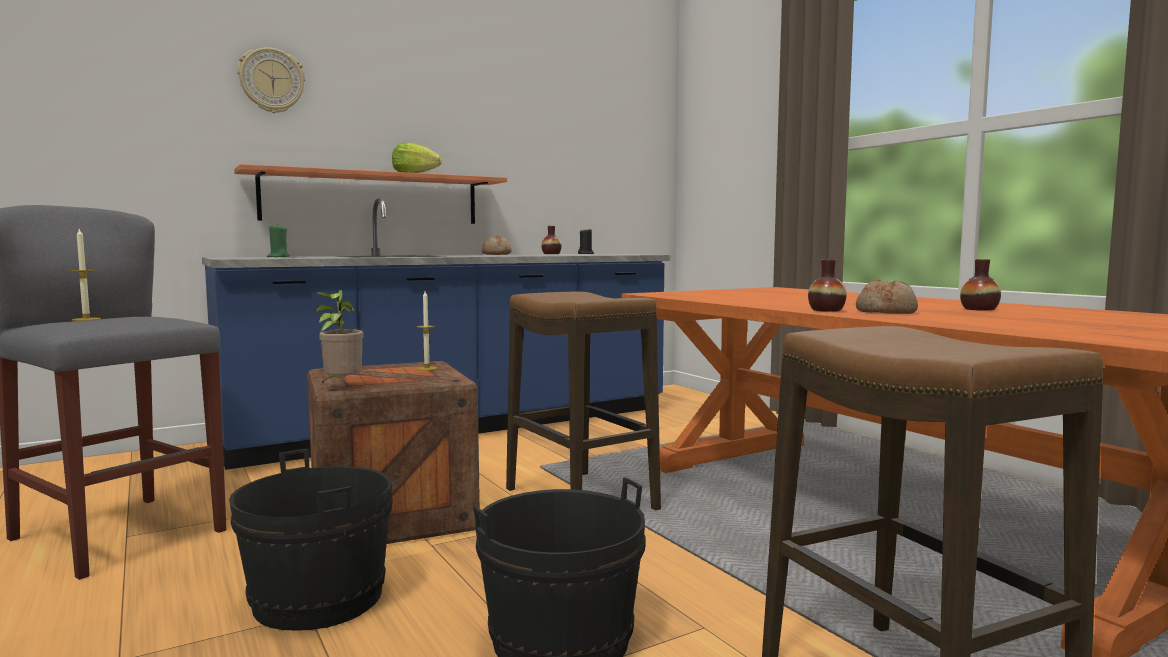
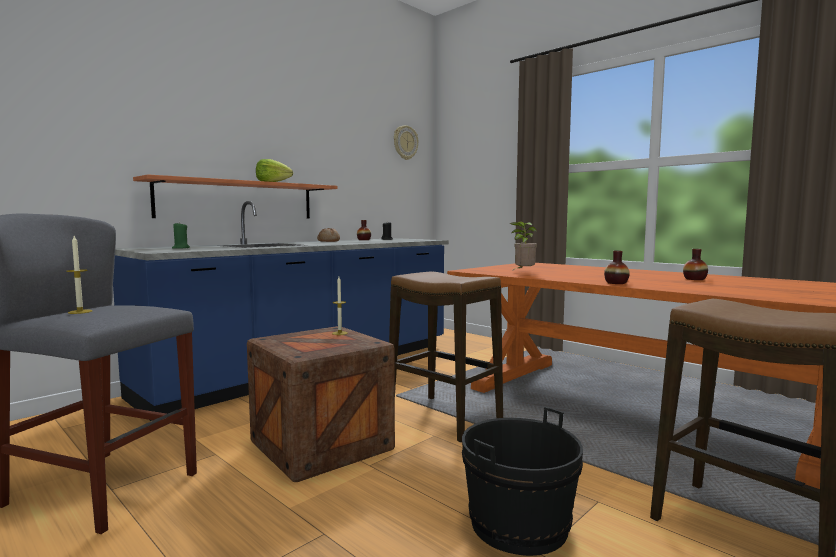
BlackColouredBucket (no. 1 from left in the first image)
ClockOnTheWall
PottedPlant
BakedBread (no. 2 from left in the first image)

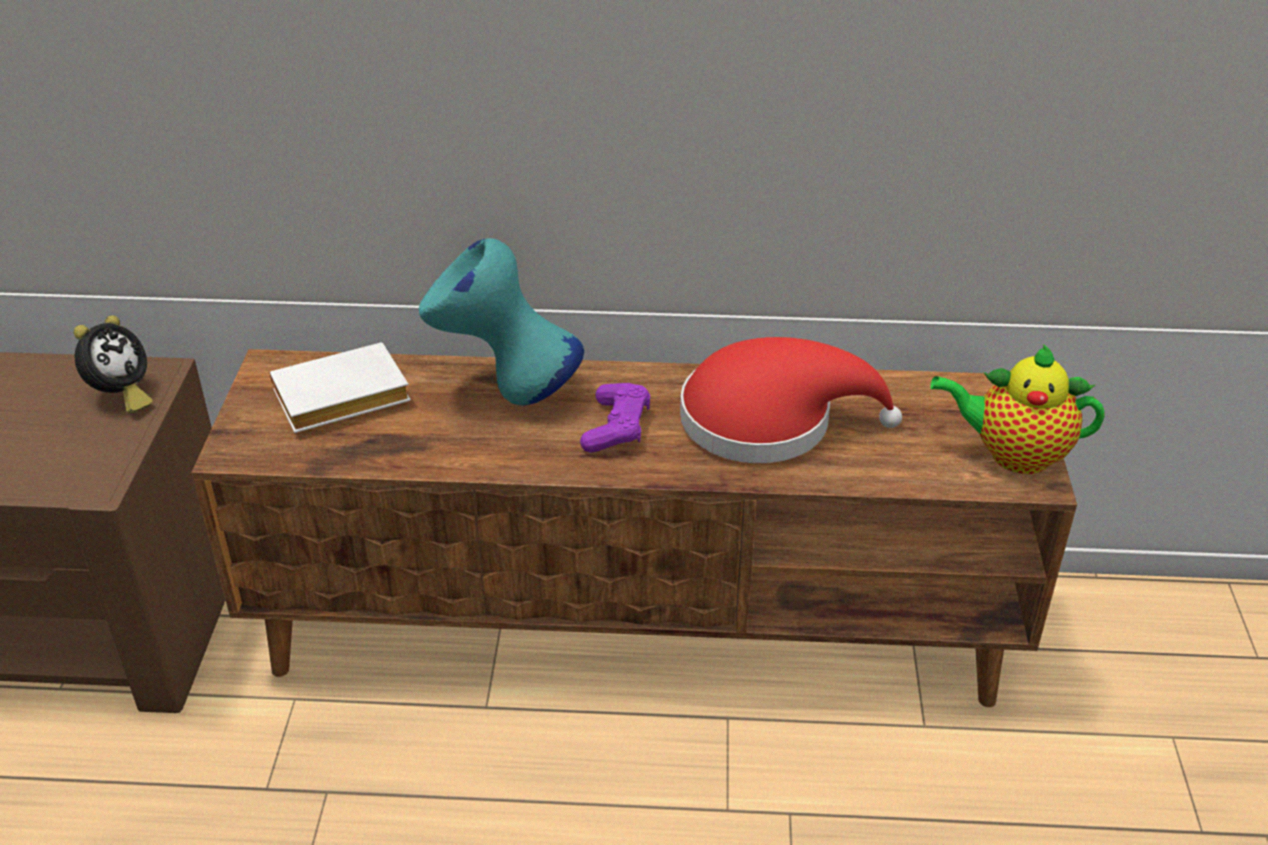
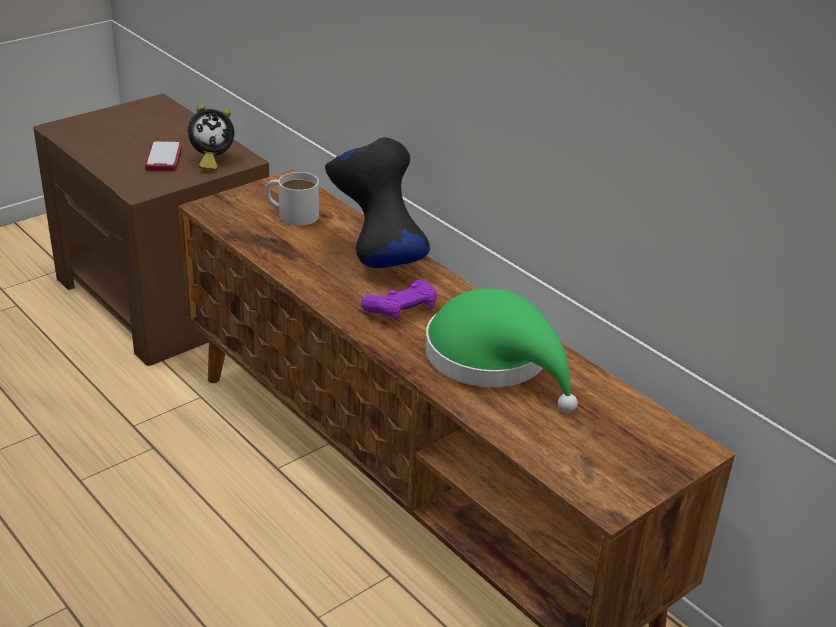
WhiteColouredMug
BlackColouredFlowerVase
GreenColouredClothingHat
TeaPot
Handset

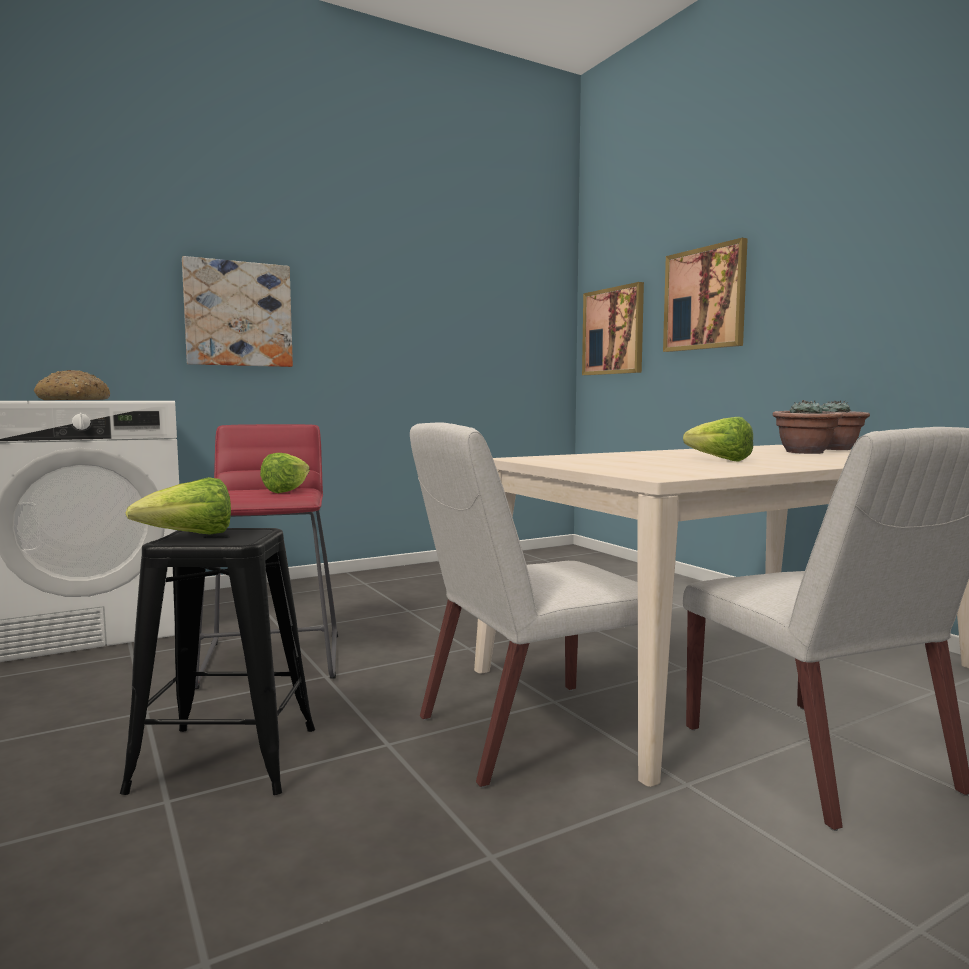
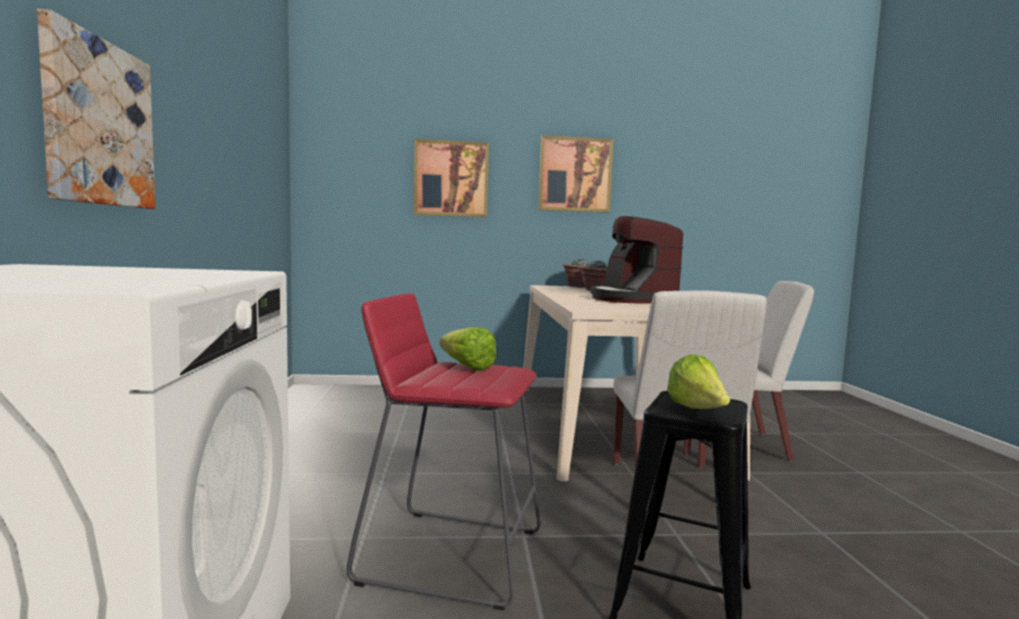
BakedBread
WallArt (no. 3 from left)
CoffeeBrewer

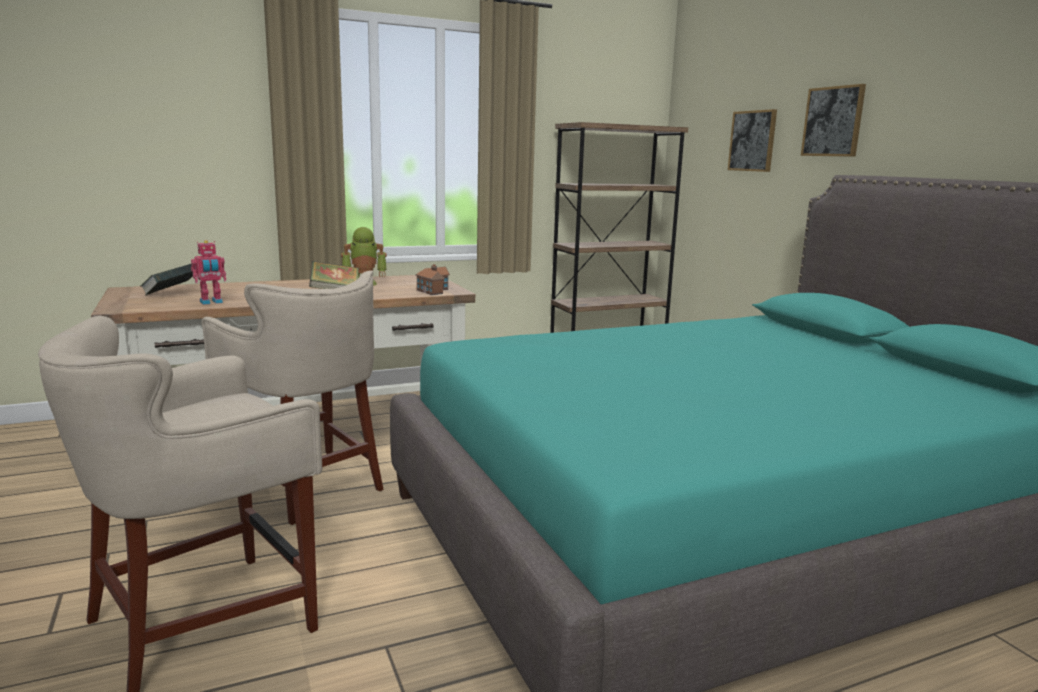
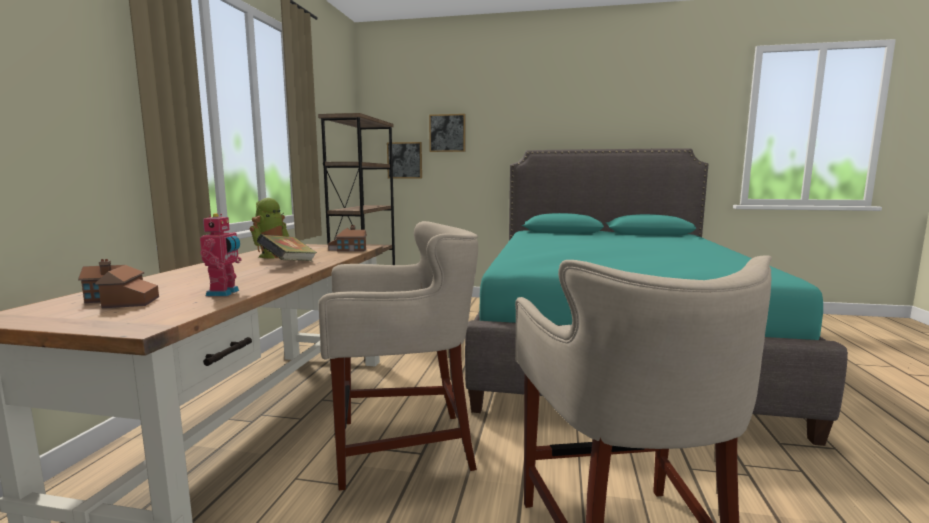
ToyHouse (no. 1 from left)
WallArt (no. 1 from left)

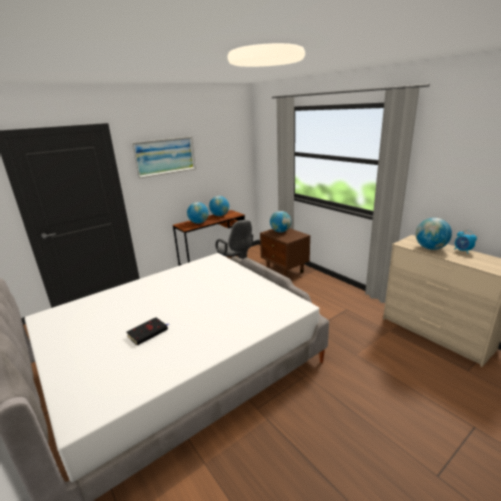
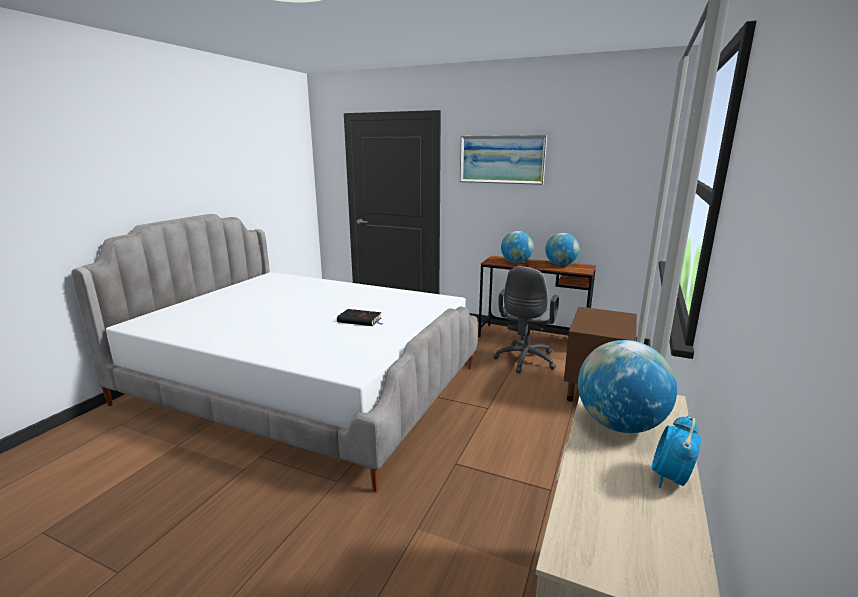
BlackColouredBook
DeskGlobe (no. 3 from left in the first image)

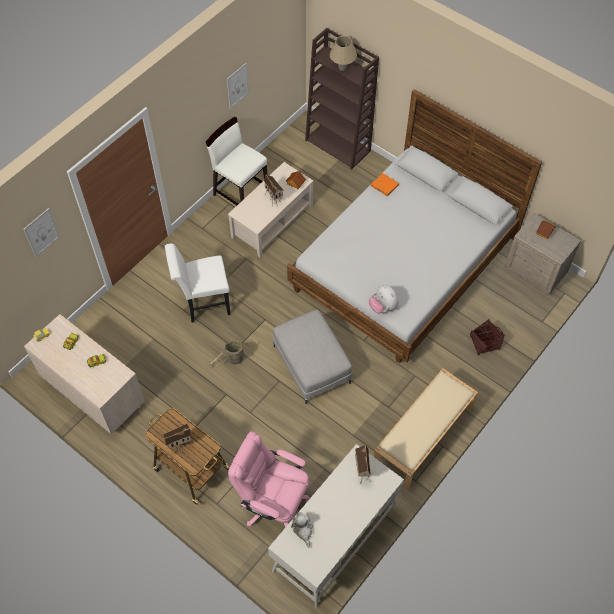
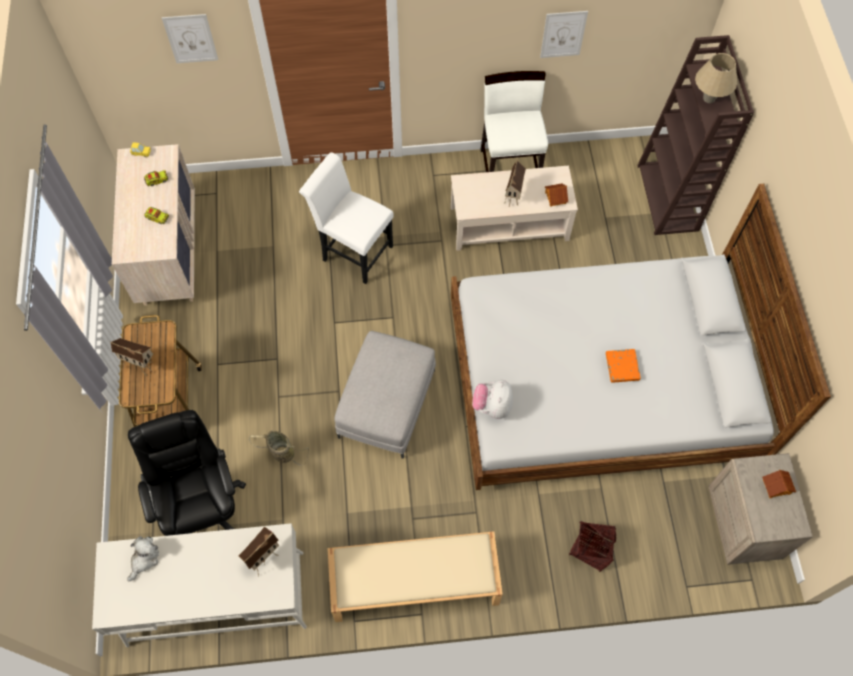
StorageBasket (no. 1 from left)
BlackColouredDeskChair
OrangeyBook

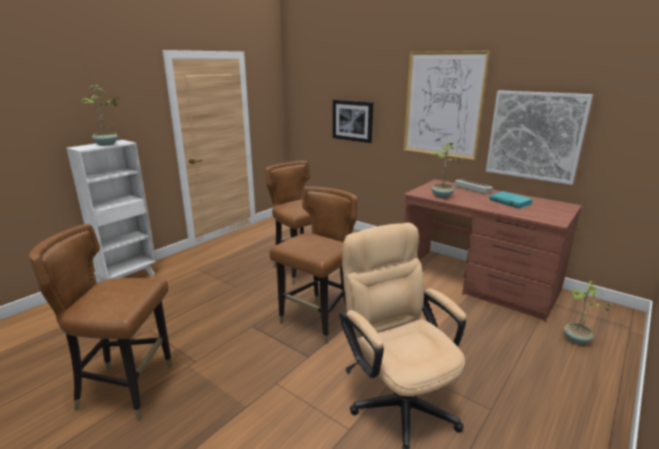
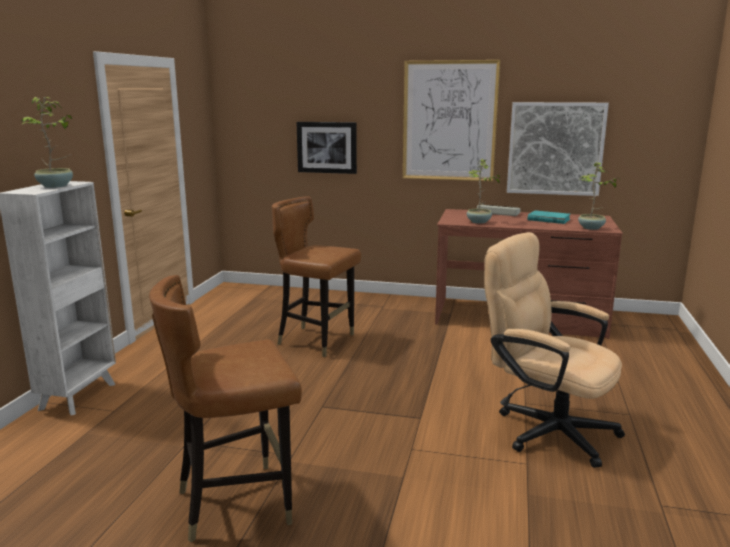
BrownChair (no. 3 from left in the first image)
PottedPlant (no. 3 from left)

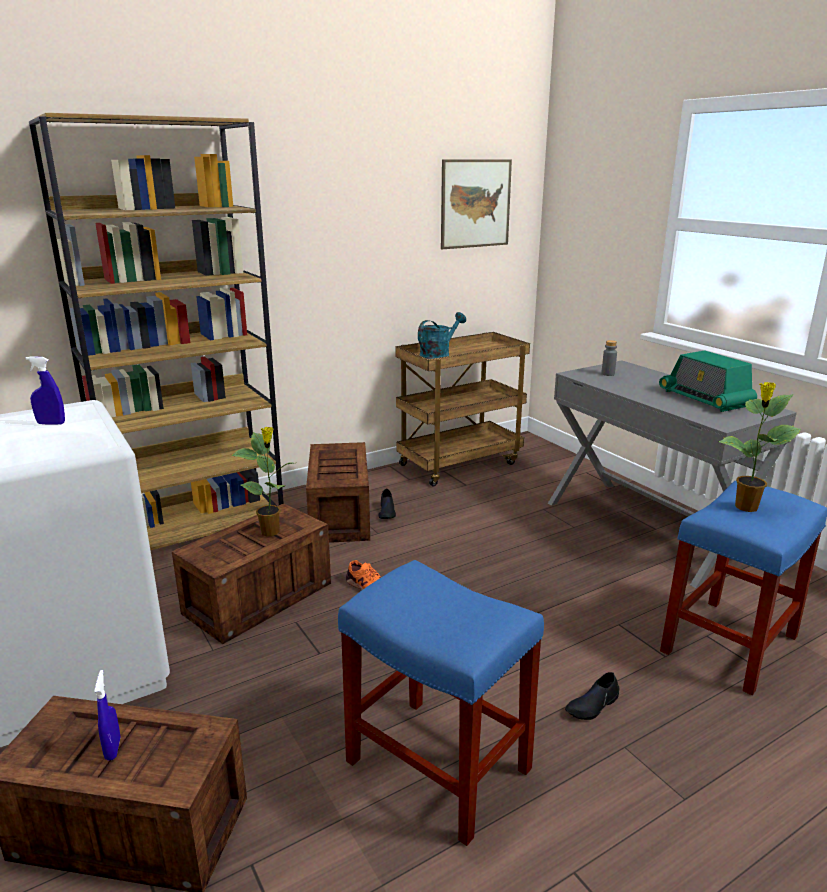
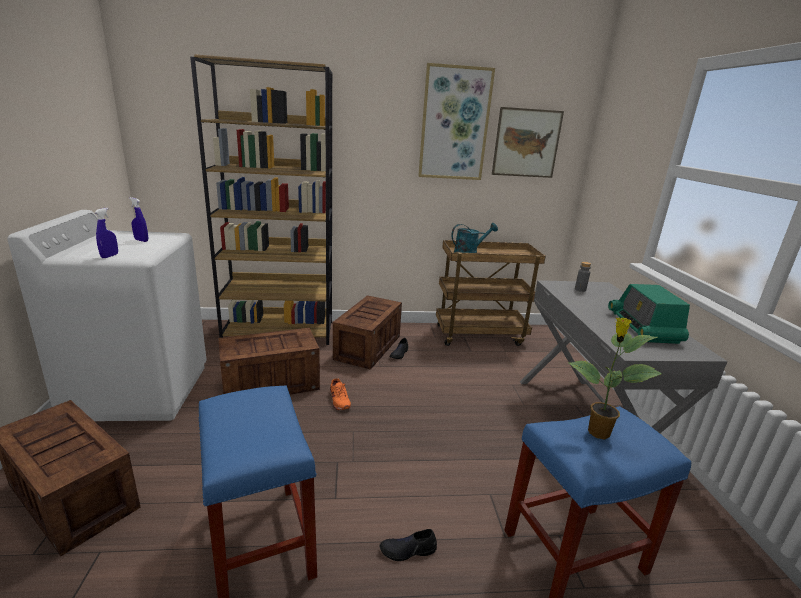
BlueColouredHandSprayer (no. 1 from left)
PottedPlant (no. 1 from left in the first image)
WallArt (no. 1 from left)

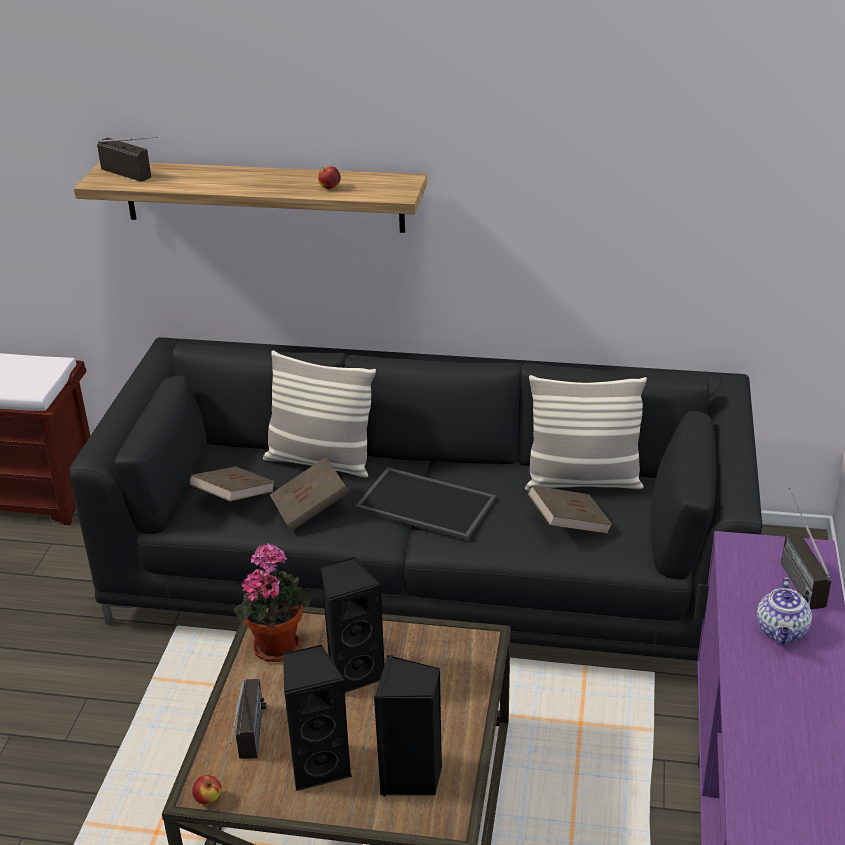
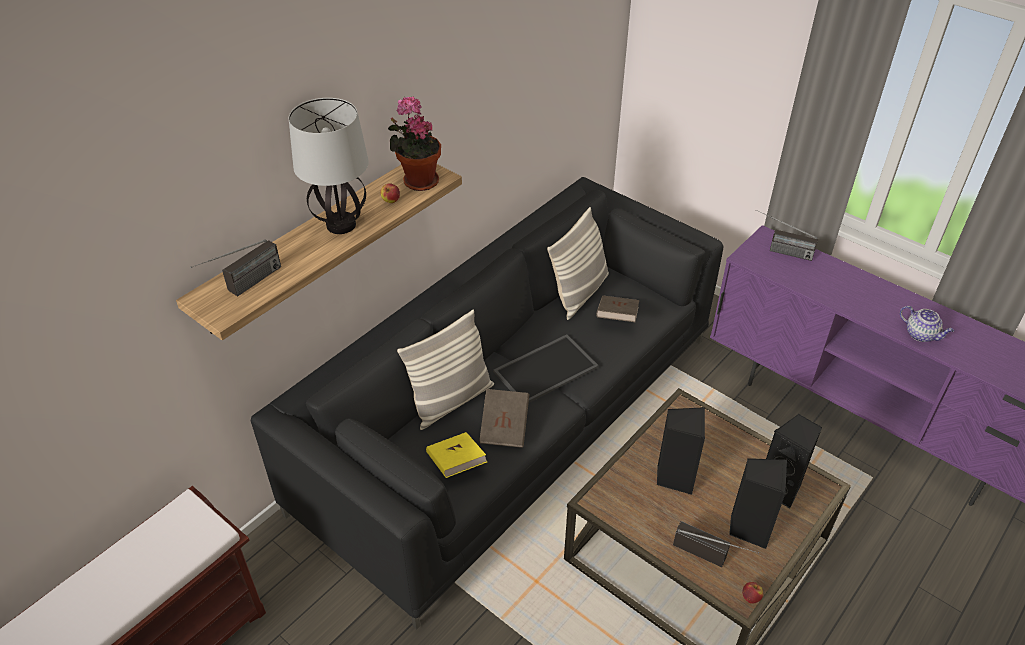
RadioSet (no. 1 from left)
YellowBook
PottedPlant
TeaPot
LampForATable

